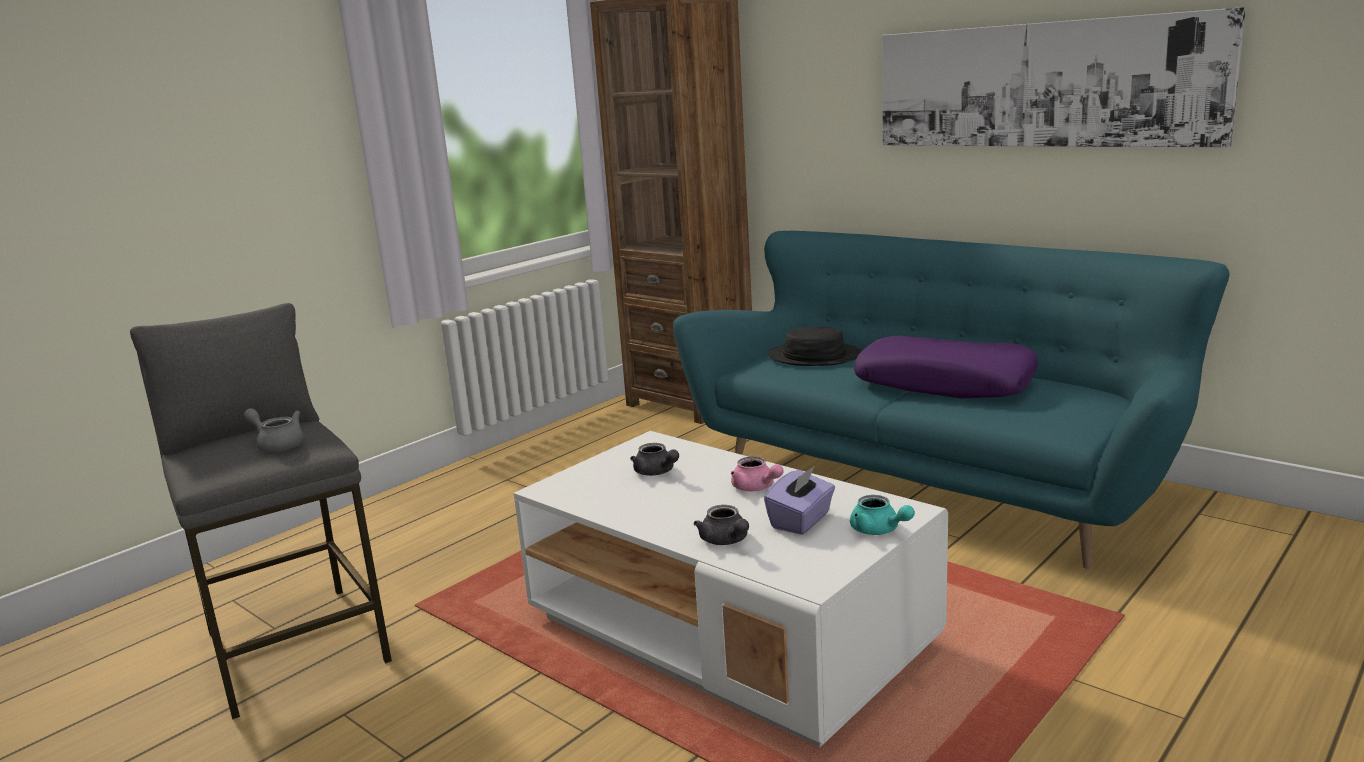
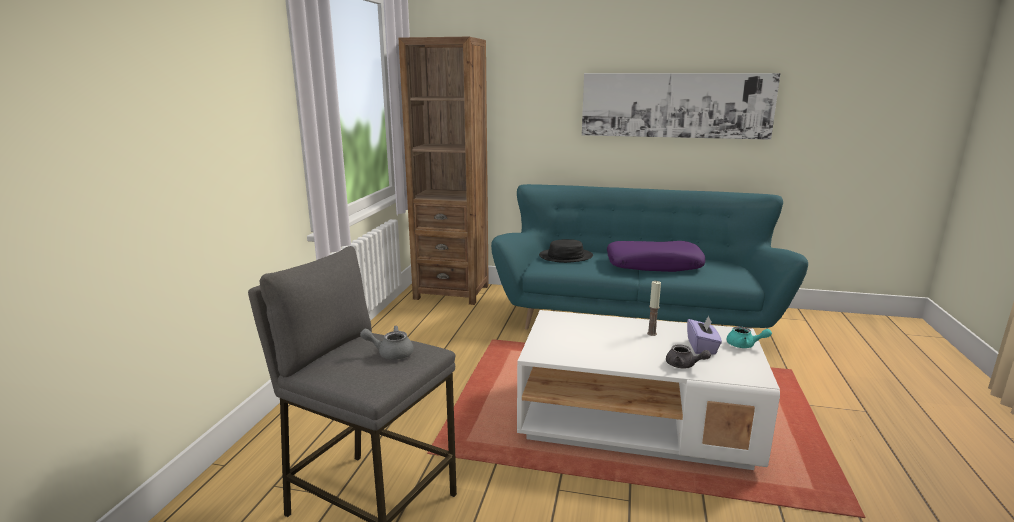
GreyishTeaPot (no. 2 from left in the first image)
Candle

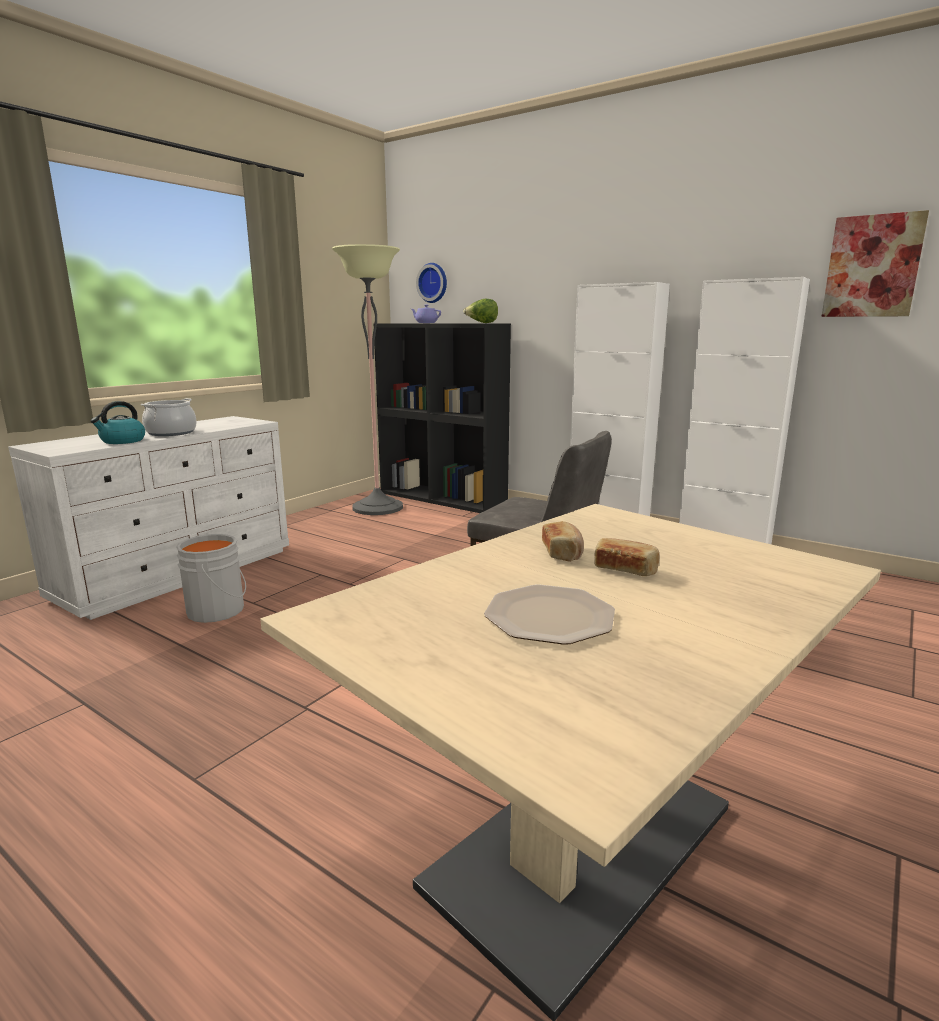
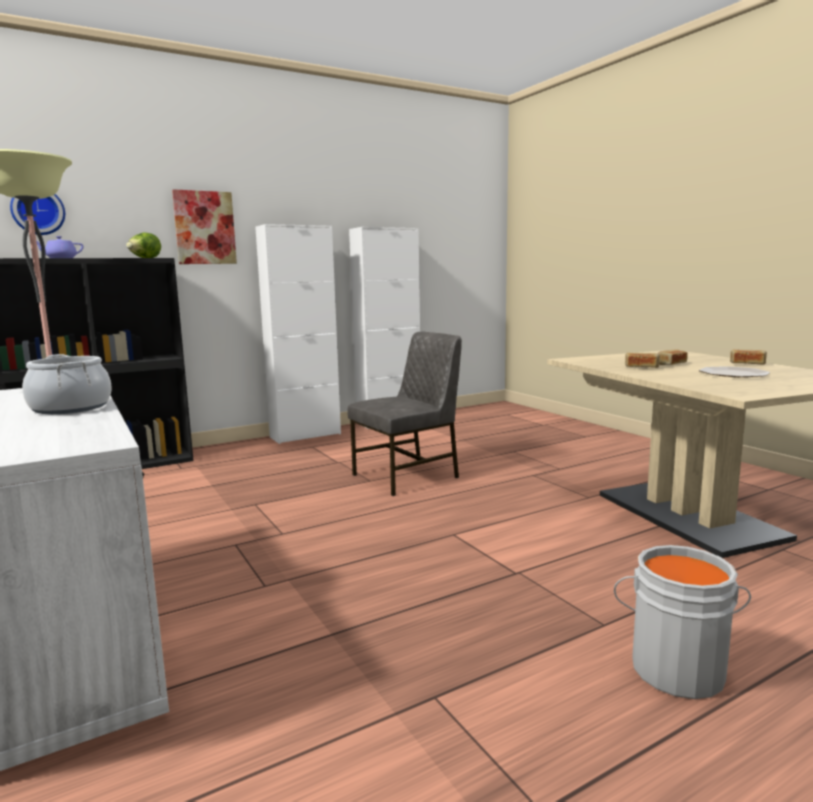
Kettle
GreyishBucket
WallArt
BakedBread (no. 3 from left)

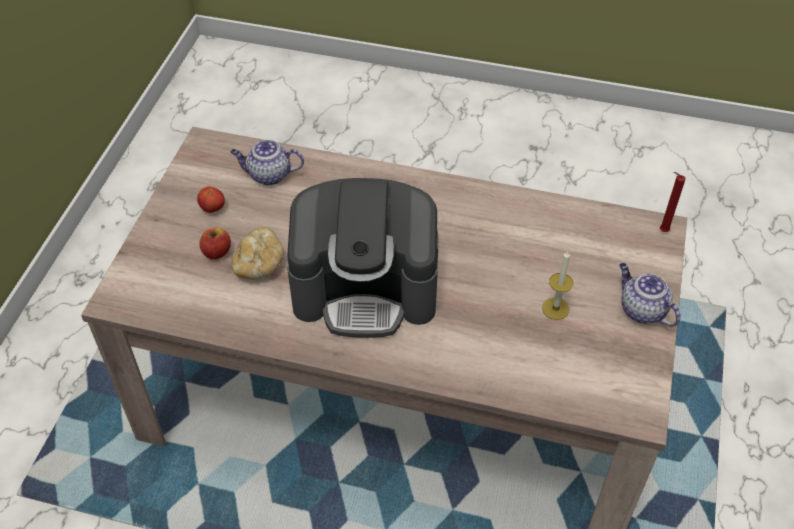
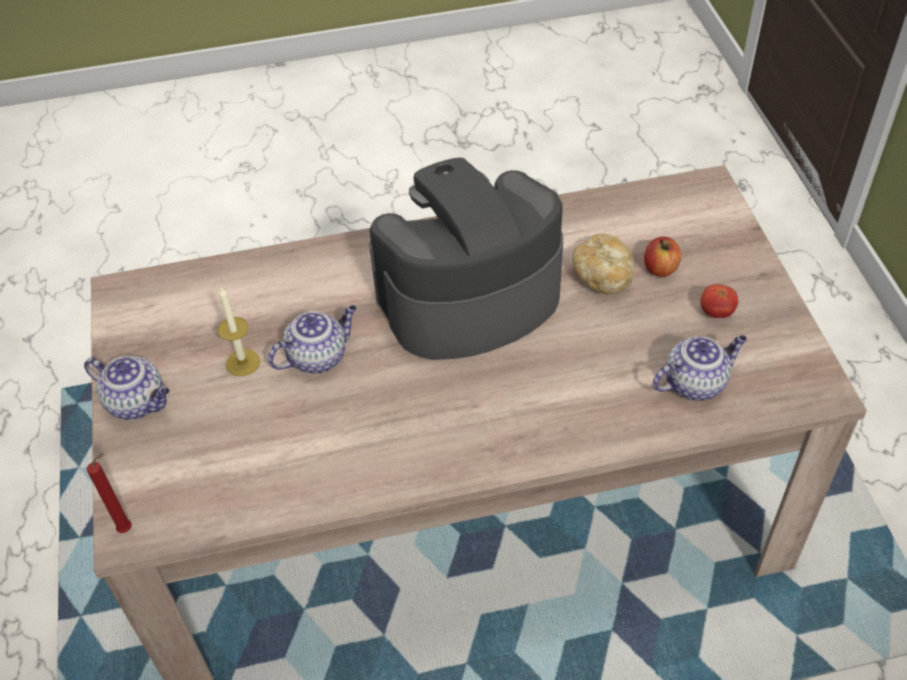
TeaPot (no. 2 from left)

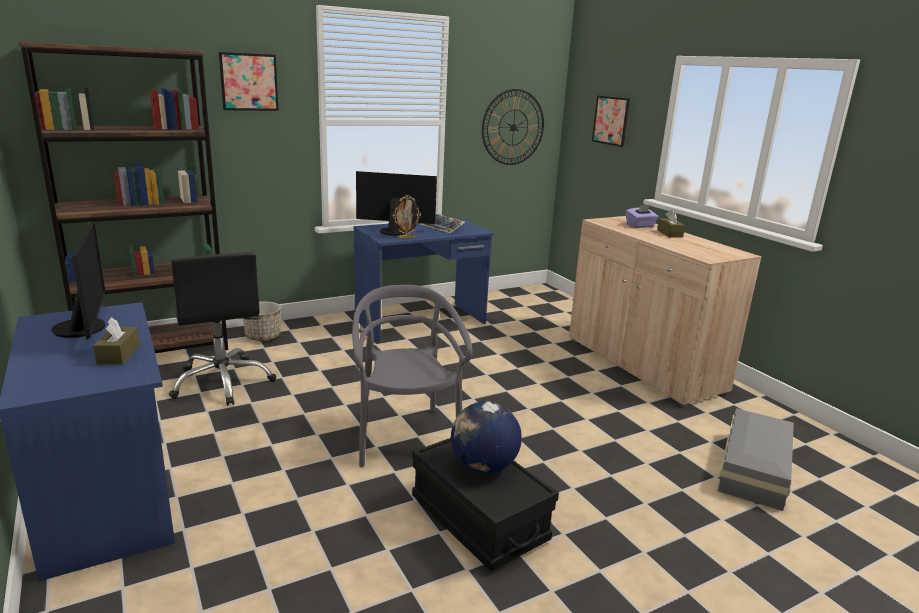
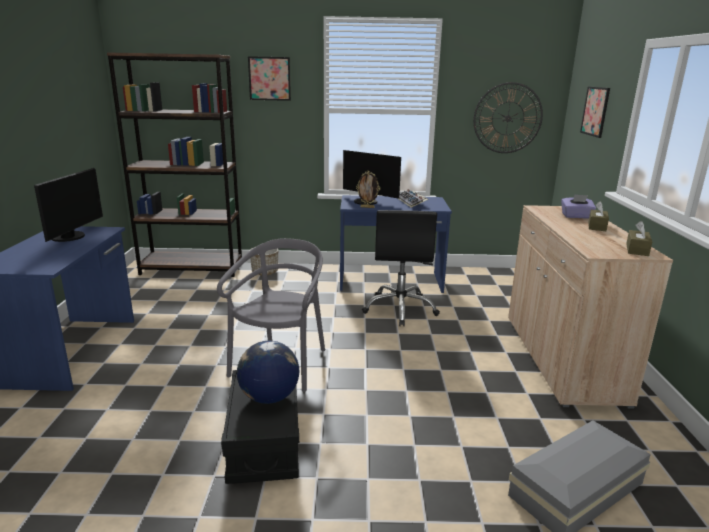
BrownTissueHolder (no. 2 from left)
BlackColouredDeskChair

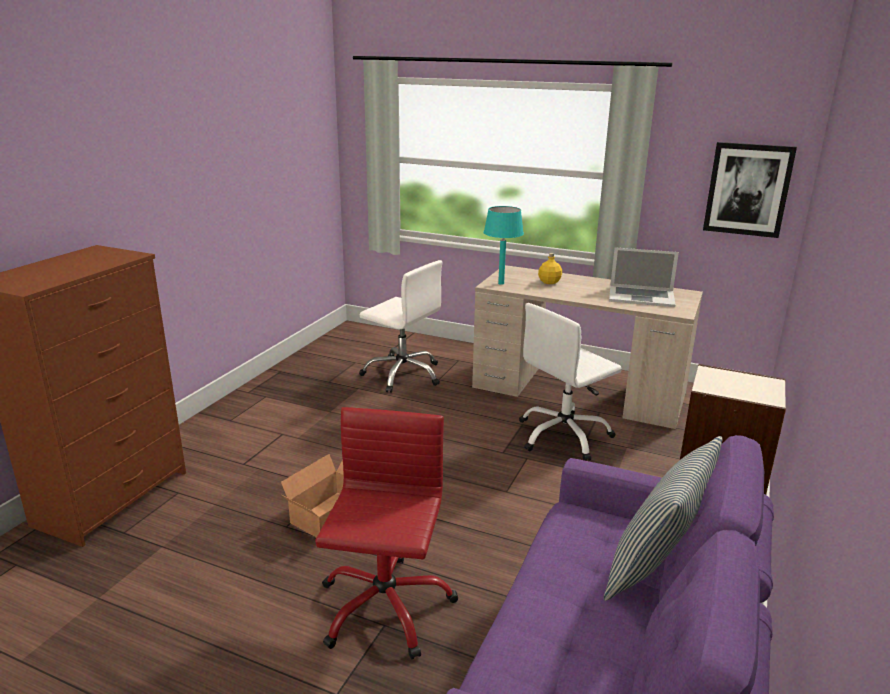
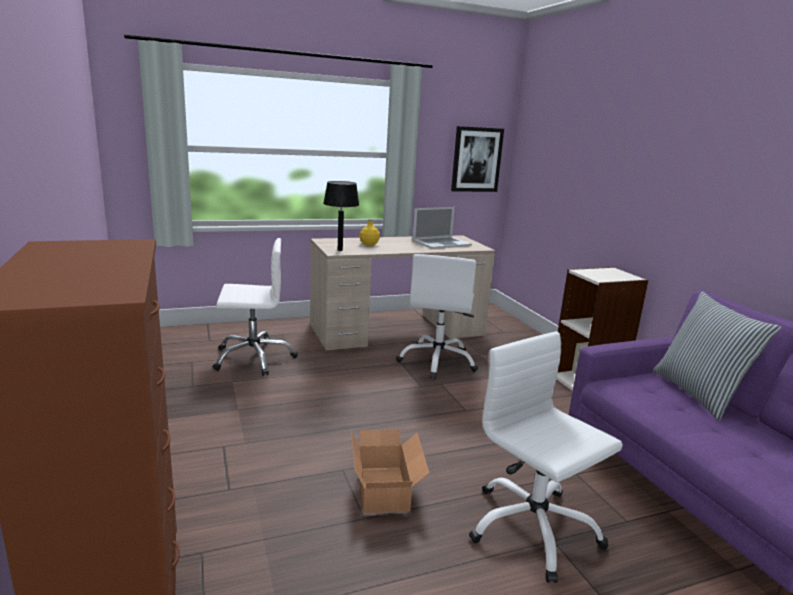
WhiteColouredDeskChair (no. 3 from left)
BlackColouredLampForATable

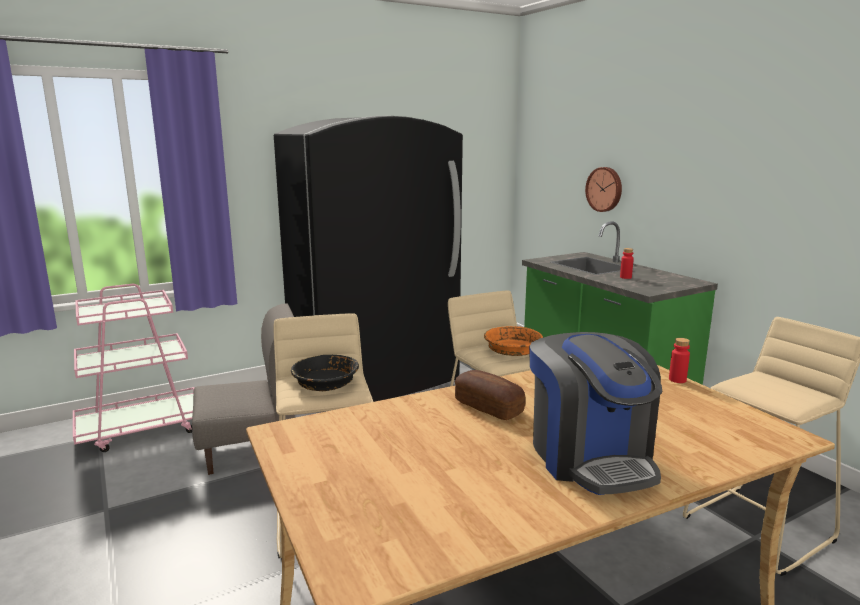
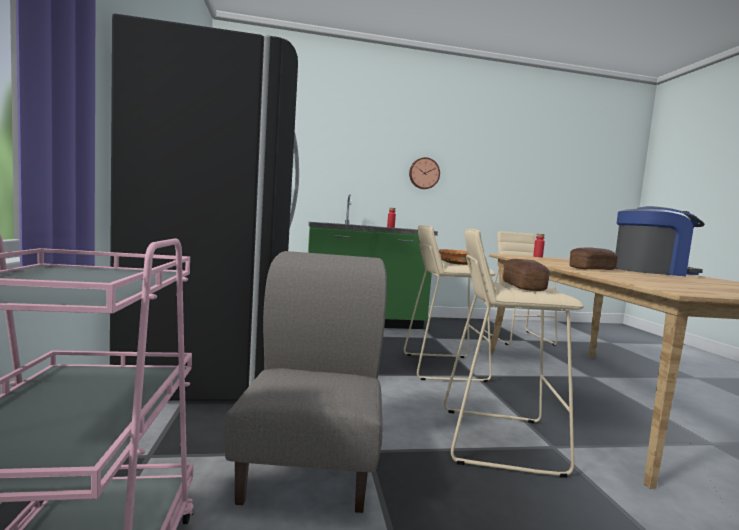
BakedBread (no. 1 from left)
ClockOnTheWall

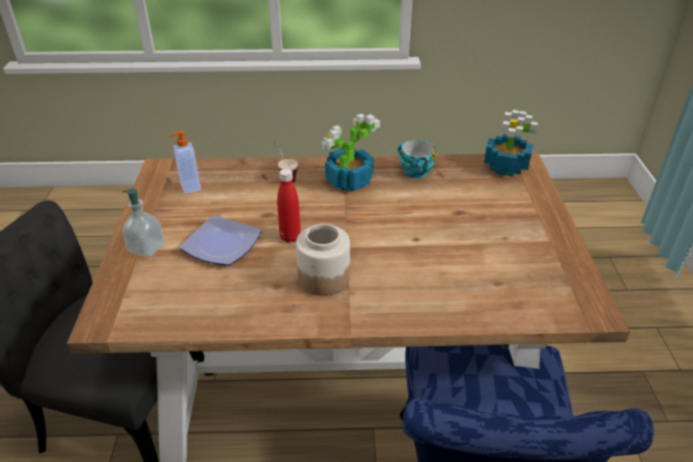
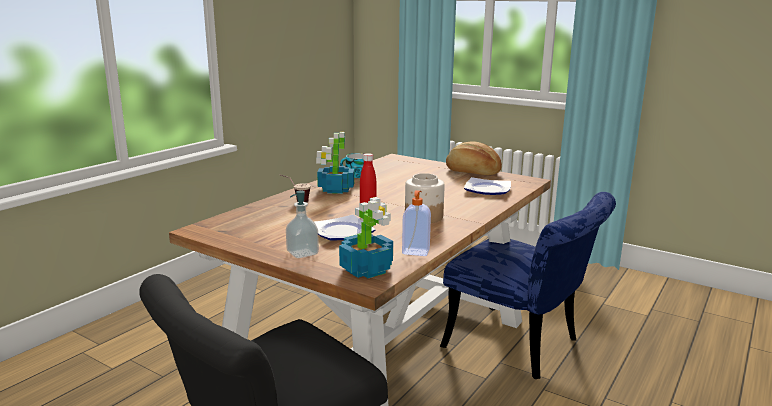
SoapDispenser (no. 2 from left)
PottedPlant (no. 2 from left)
BakedBread
Plate (no. 2 from left)

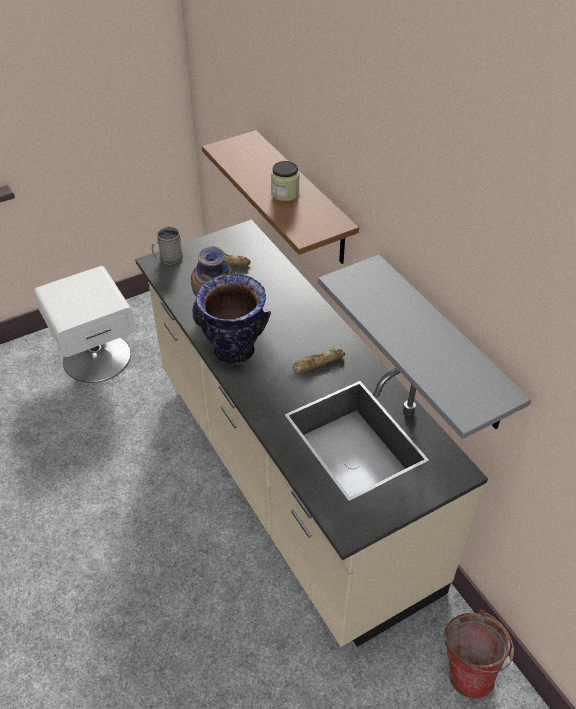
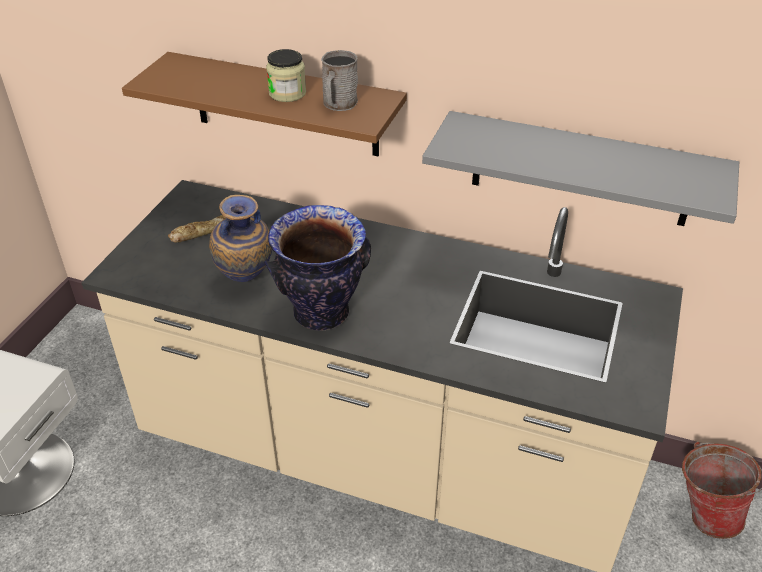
GreyishMug
BakedBread (no. 2 from left in the first image)

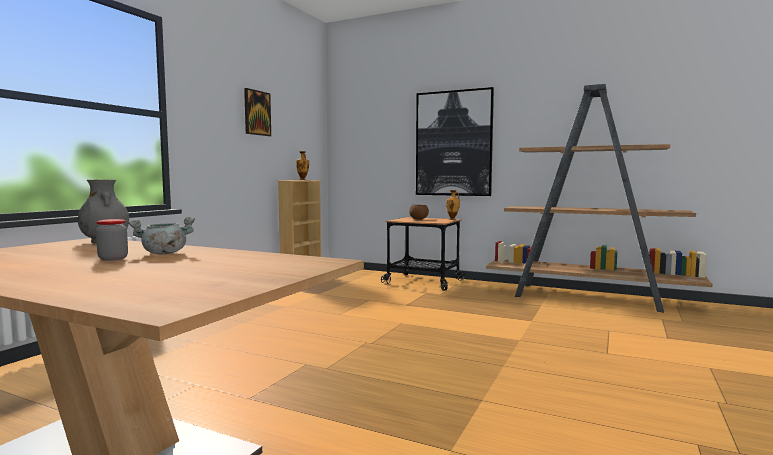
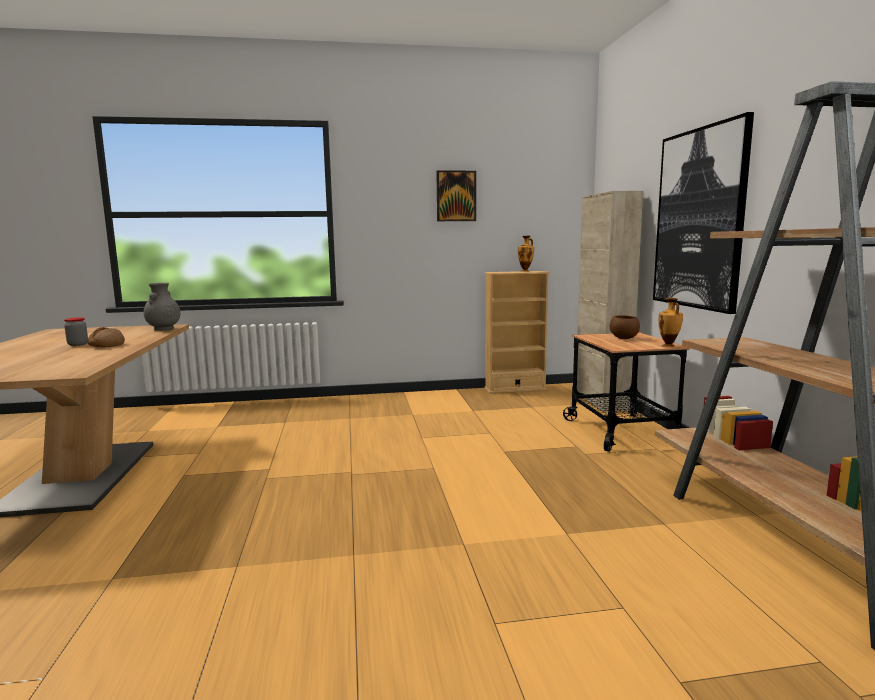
BakedBread
BeigeCabinet

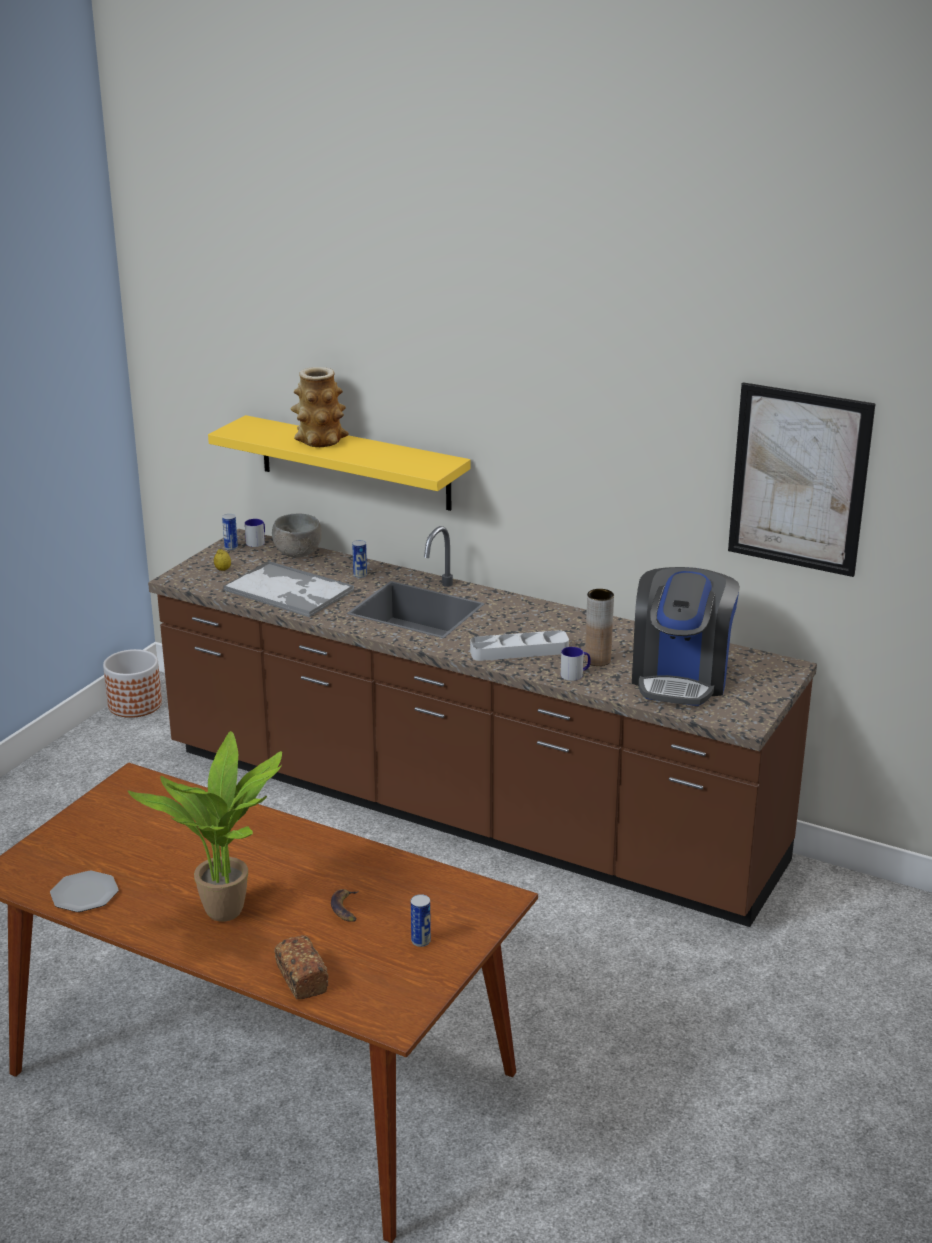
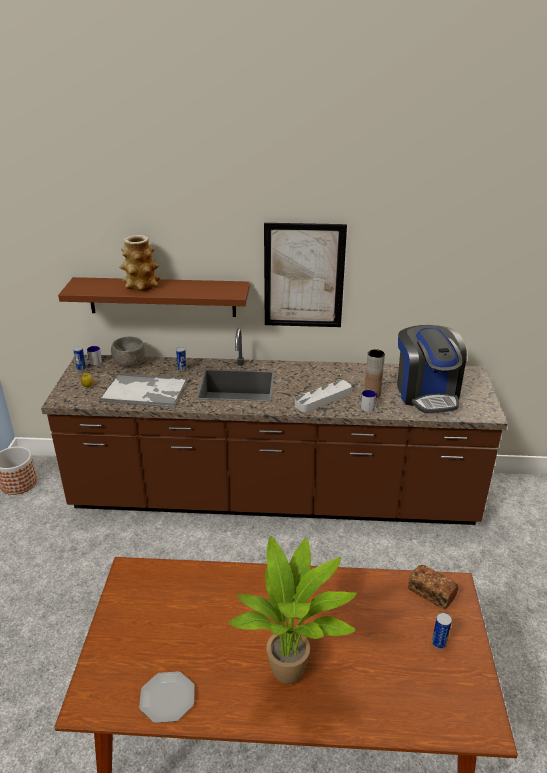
BrownShelf
BakedBread
Banana
WallArt

